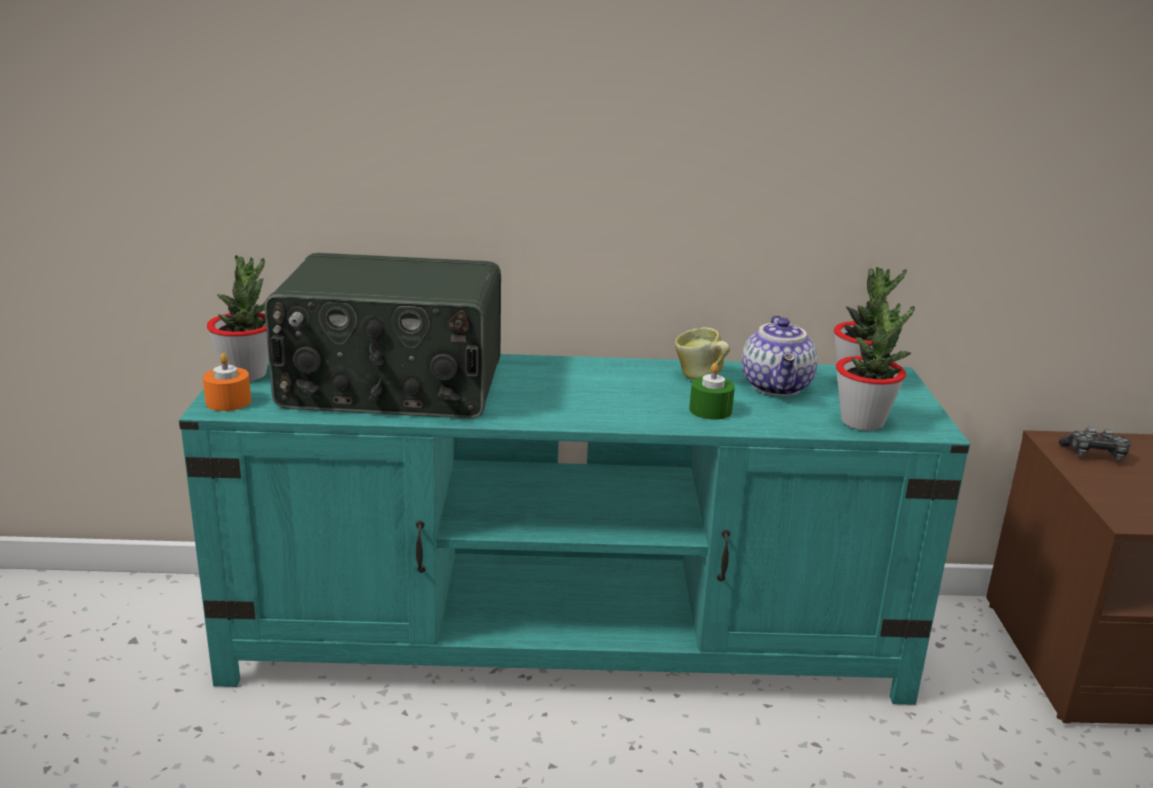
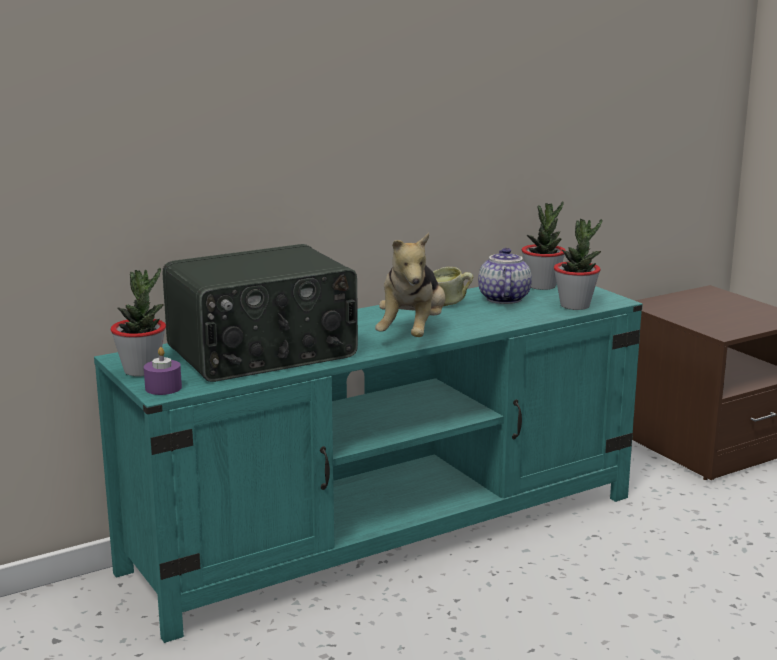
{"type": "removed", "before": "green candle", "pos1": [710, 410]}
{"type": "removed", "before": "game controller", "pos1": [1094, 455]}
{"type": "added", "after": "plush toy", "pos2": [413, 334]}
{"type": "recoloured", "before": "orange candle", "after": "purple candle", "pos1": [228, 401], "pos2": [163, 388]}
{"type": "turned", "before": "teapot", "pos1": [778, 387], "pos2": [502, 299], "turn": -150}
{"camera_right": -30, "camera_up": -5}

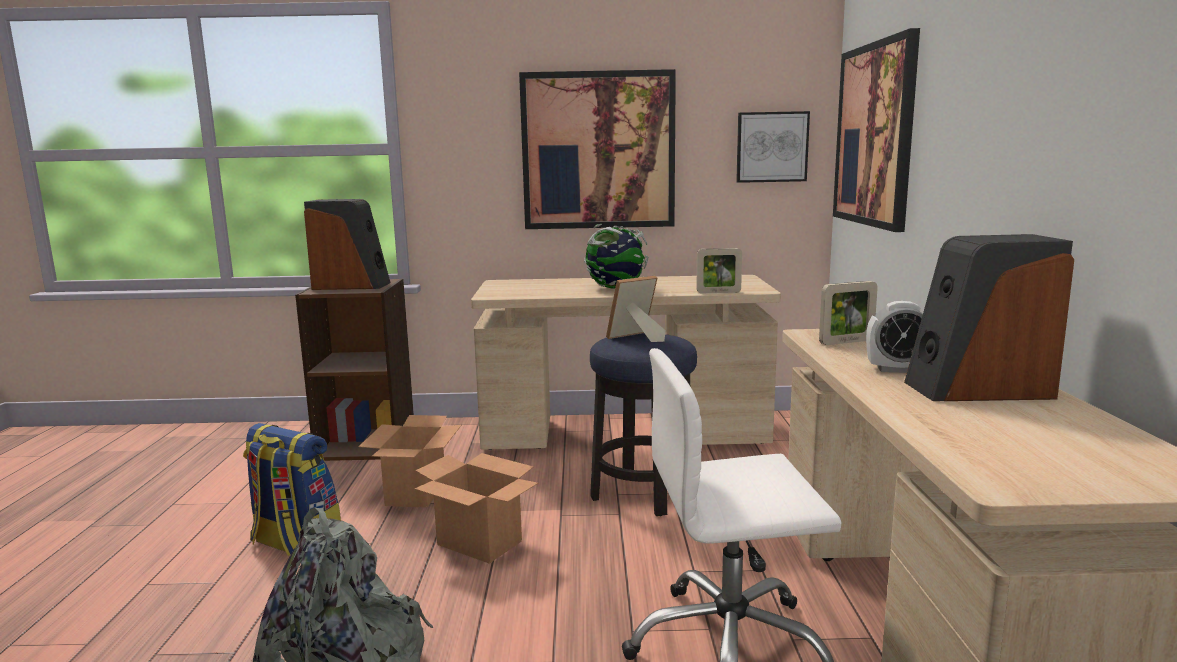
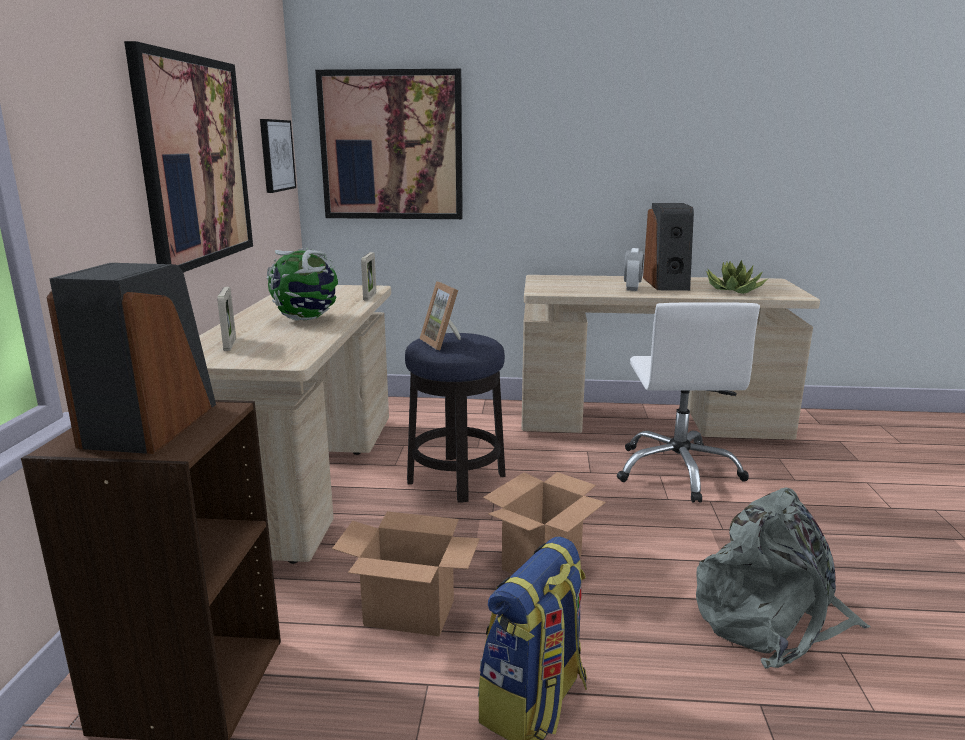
{"type": "added", "after": "potted plant", "pos2": [733, 291]}
{"type": "moved", "before": "picture frame", "pos1": [846, 342], "pos2": [230, 344]}
{"camera_right": -85, "camera_up": 5}

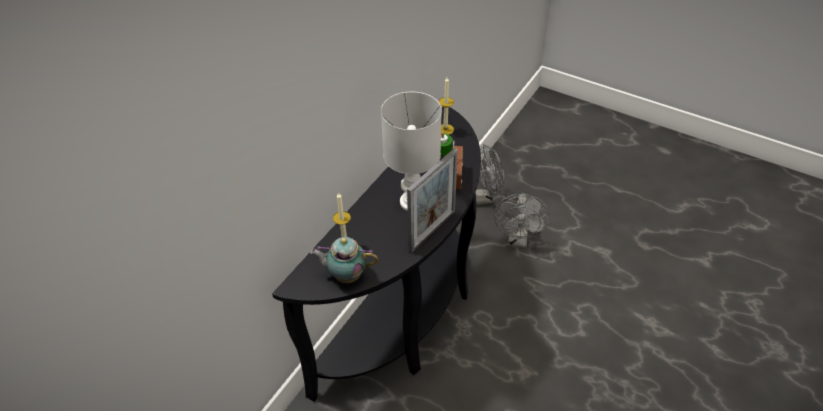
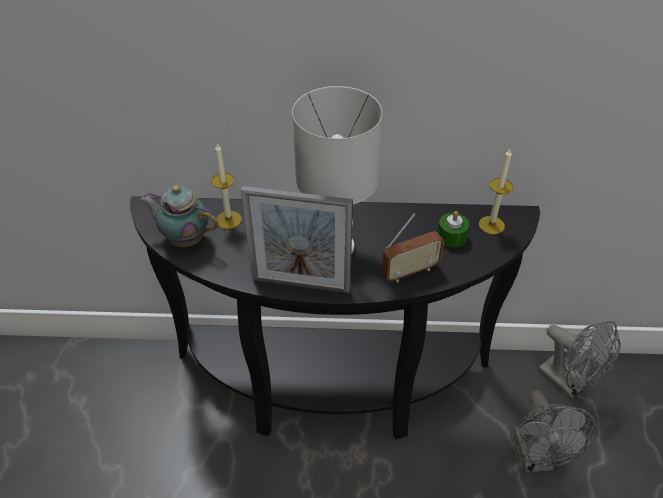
{"type": "turned", "before": "teapot", "pos1": [346, 275], "pos2": [184, 239], "turn": -45}
{"type": "turned", "before": "grey fan", "pos1": [518, 240], "pos2": [535, 458], "turn": -75}
{"camera_right": 60, "camera_up": 0}

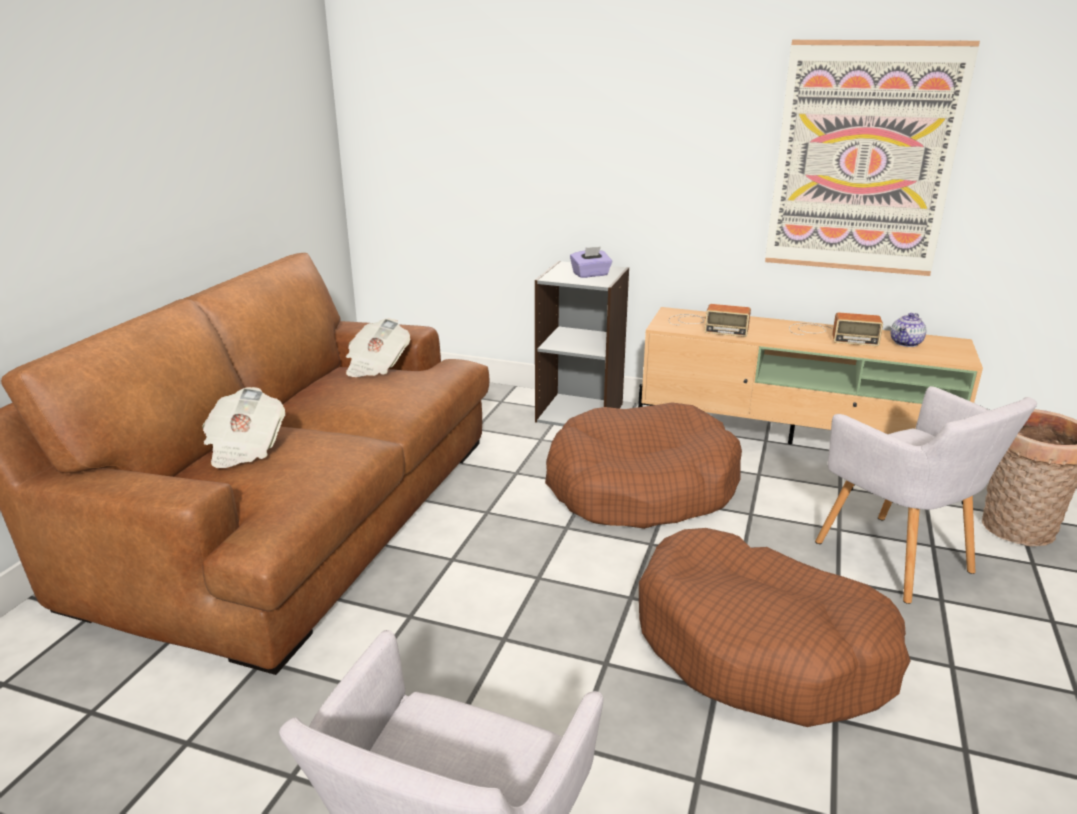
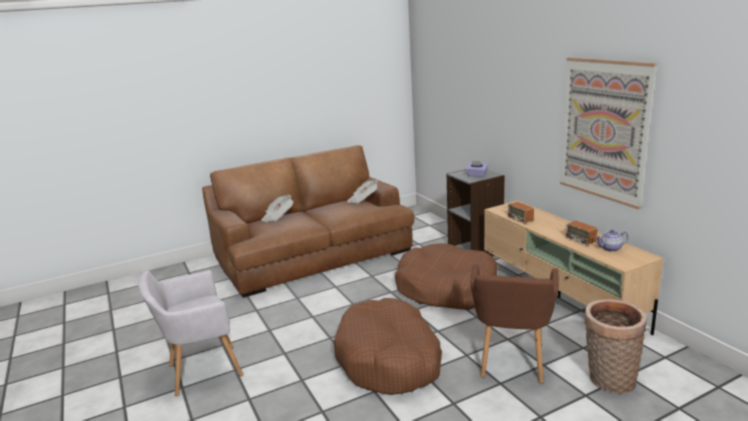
{"type": "recoloured", "before": "grey armchair", "after": "brown armchair", "pos1": [899, 561], "pos2": [511, 362]}
{"camera_right": 45, "camera_up": -5}

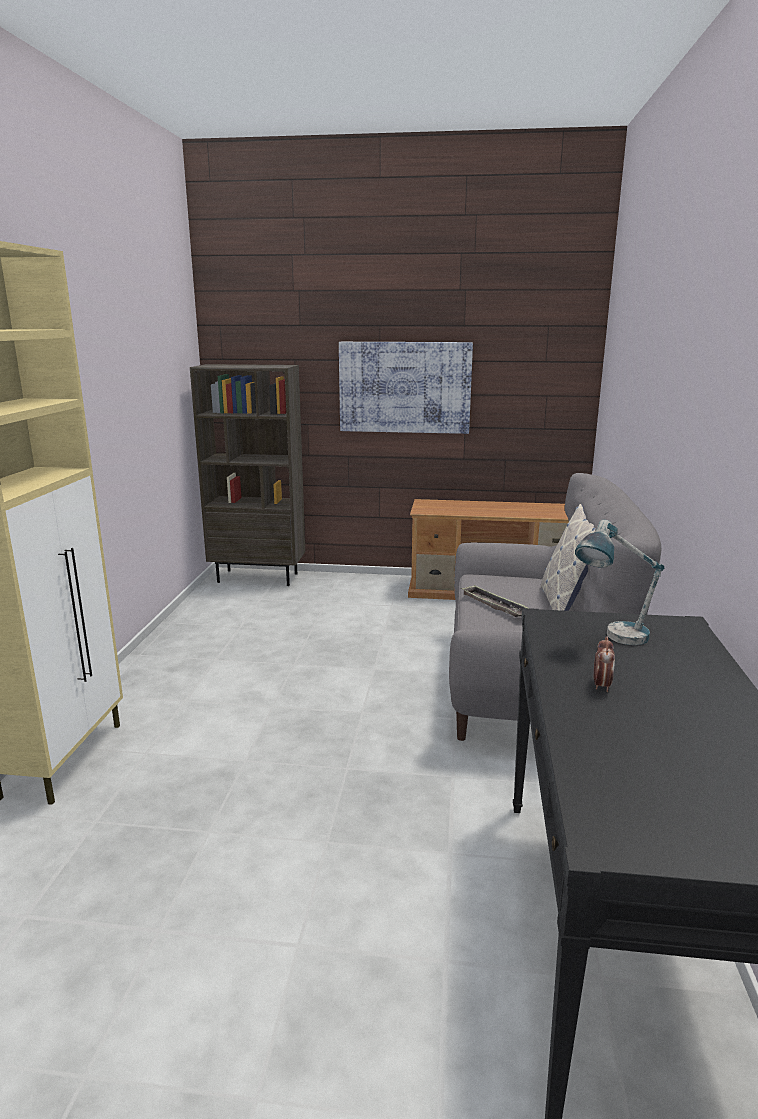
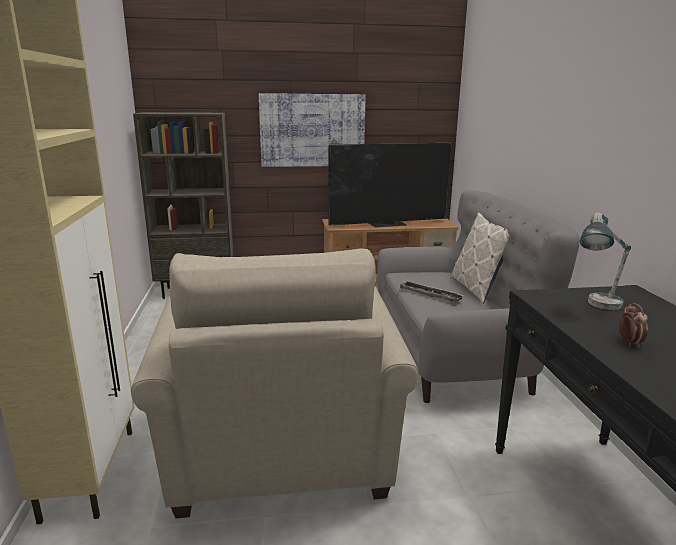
{"type": "added", "after": "beige armchair", "pos2": [280, 458]}
{"type": "added", "after": "television", "pos2": [388, 224]}
{"camera_right": -15, "camera_up": 0}

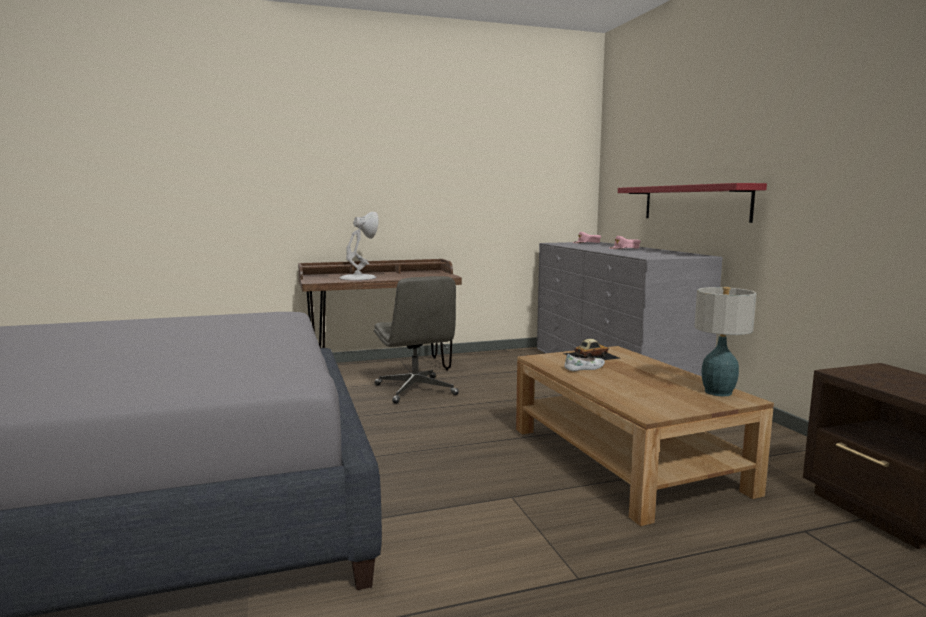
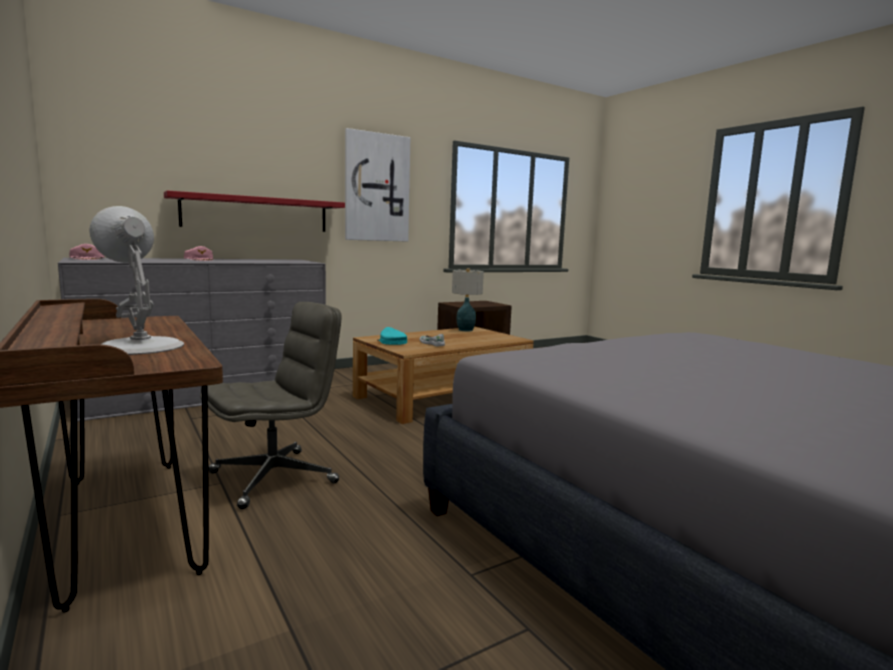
{"type": "added", "after": "picture", "pos2": [377, 187]}
{"type": "replaced", "before": "toy car", "after": "turquoise cap", "pos1": [590, 355], "pos2": [392, 342]}
{"camera_right": -105, "camera_up": 0}

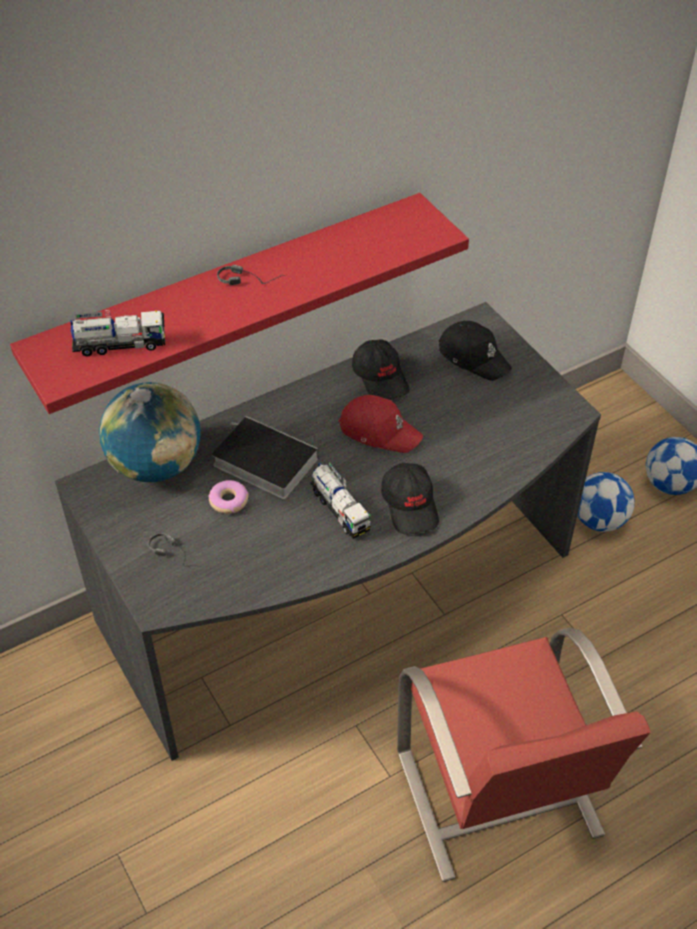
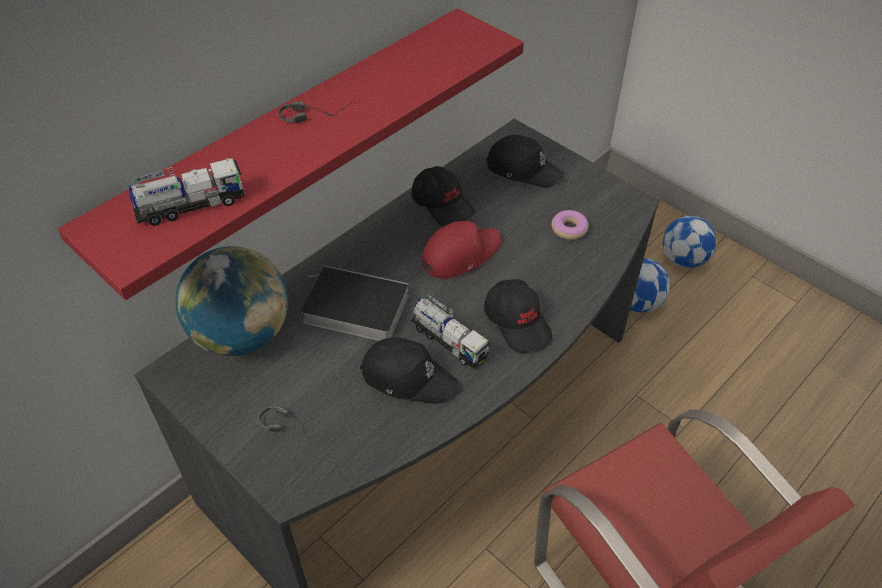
{"type": "added", "after": "black cap", "pos2": [407, 376]}
{"type": "moved", "before": "donut", "pos1": [229, 501], "pos2": [569, 229]}
{"type": "turned", "before": "red cap", "pos1": [379, 430], "pos2": [459, 254], "turn": -45}
{"camera_right": -15, "camera_up": 0}

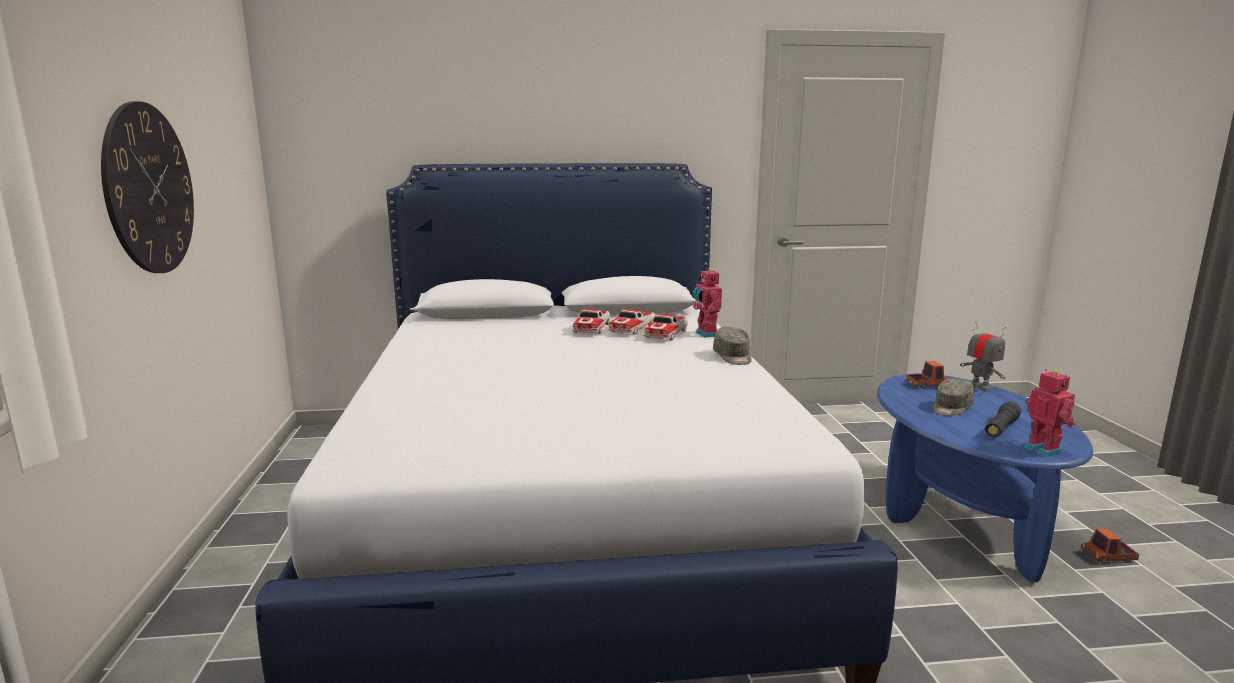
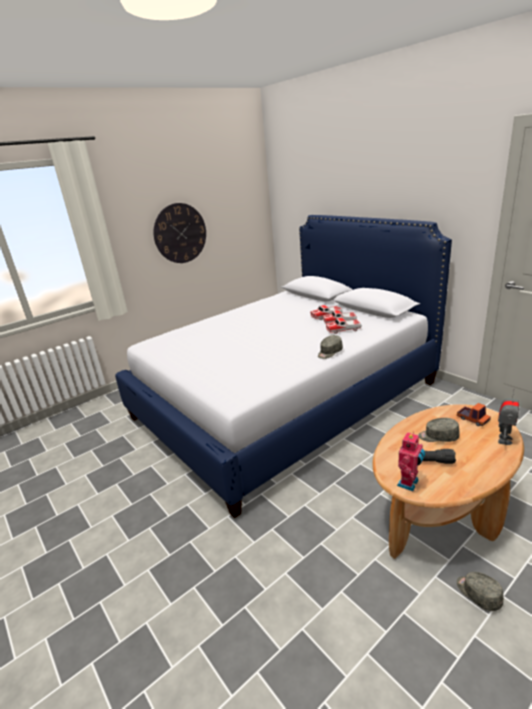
{"type": "removed", "before": "toy robot", "pos1": [706, 334]}
{"type": "replaced", "before": "toy truck", "after": "grey cap", "pos1": [1109, 557], "pos2": [478, 594]}
{"type": "recoloured", "before": "blue coffee table", "after": "brown coffee table", "pos1": [959, 518], "pos2": [441, 510]}
{"camera_right": 60, "camera_up": 10}

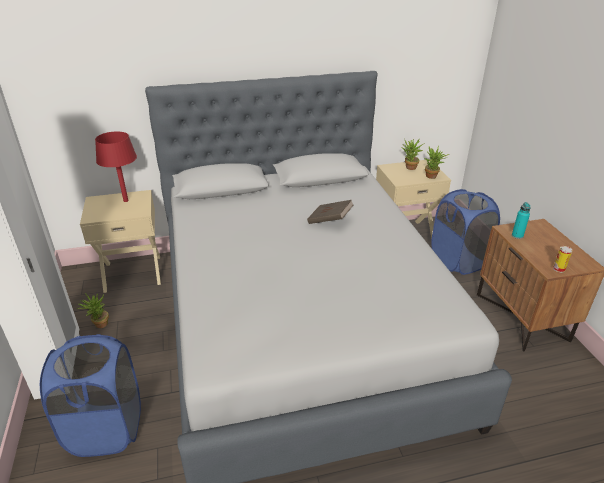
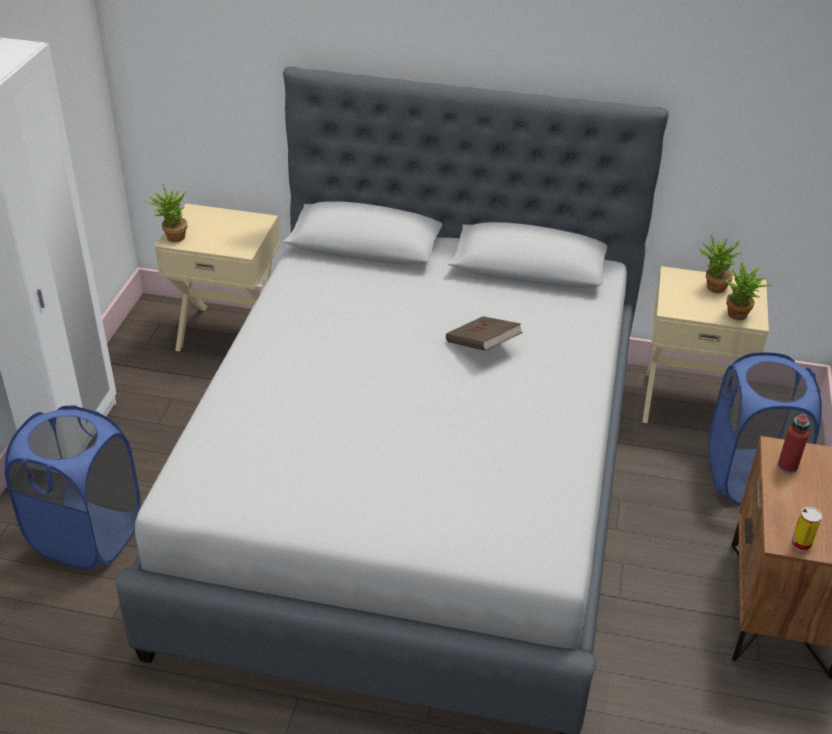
{"type": "removed", "before": "red table lamp", "pos1": [126, 200]}
{"type": "moved", "before": "potted plant", "pos1": [99, 325], "pos2": [172, 237]}
{"type": "recoloured", "before": "turquoise bottle", "after": "red bottle", "pos1": [517, 235], "pos2": [787, 466]}
{"camera_right": 25, "camera_up": 5}

